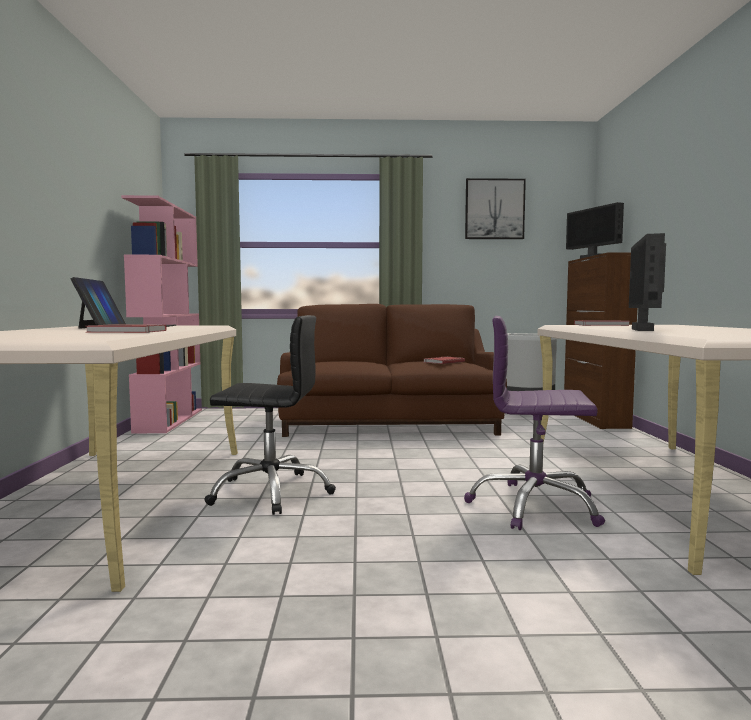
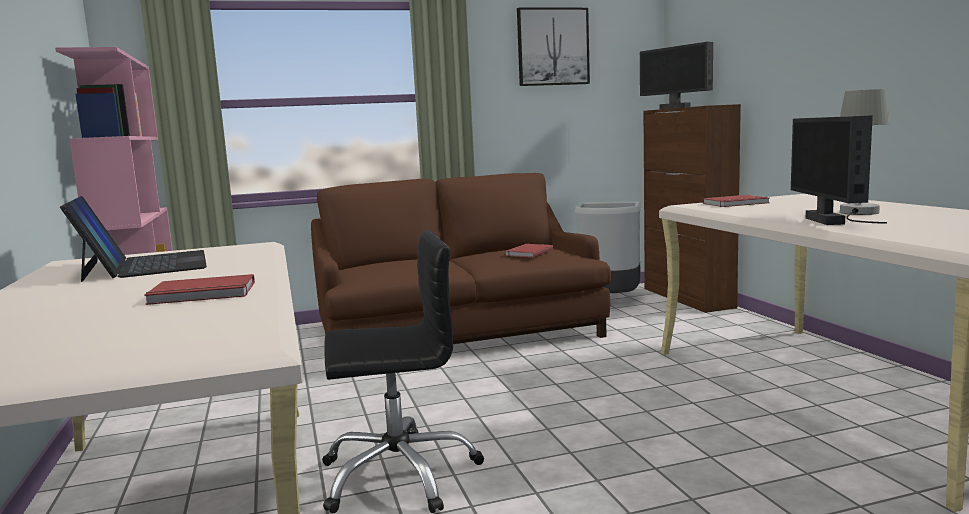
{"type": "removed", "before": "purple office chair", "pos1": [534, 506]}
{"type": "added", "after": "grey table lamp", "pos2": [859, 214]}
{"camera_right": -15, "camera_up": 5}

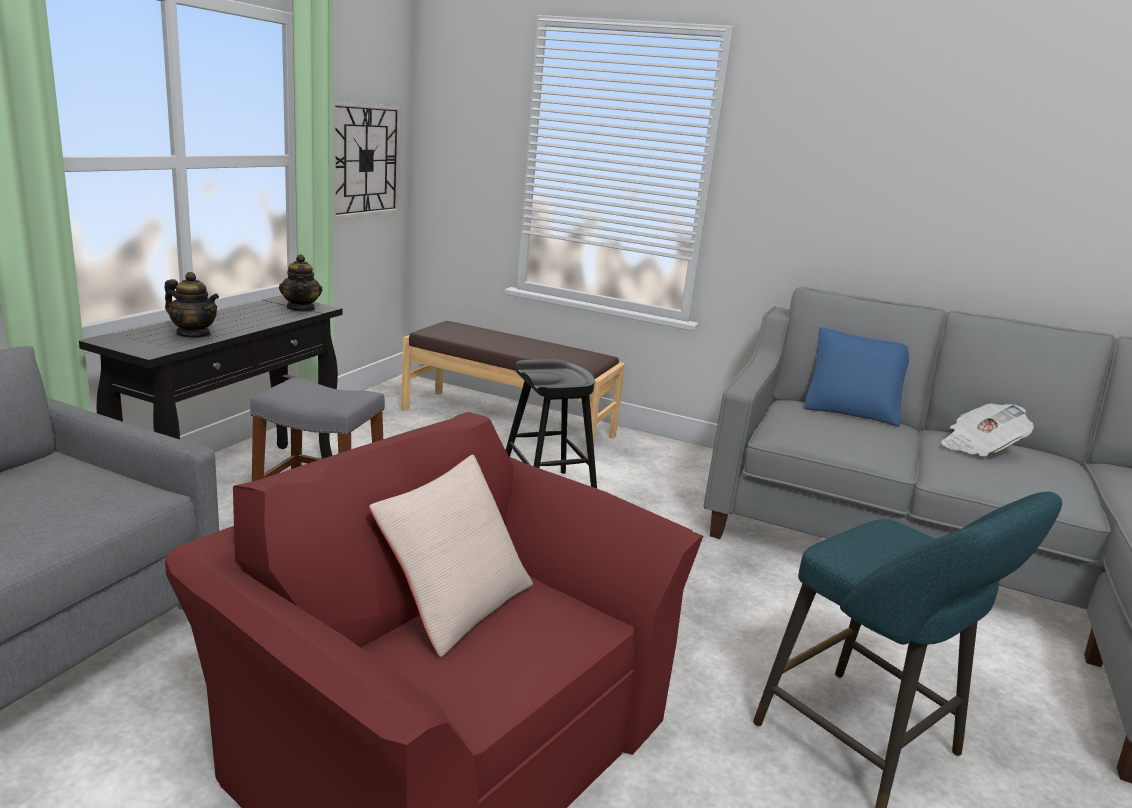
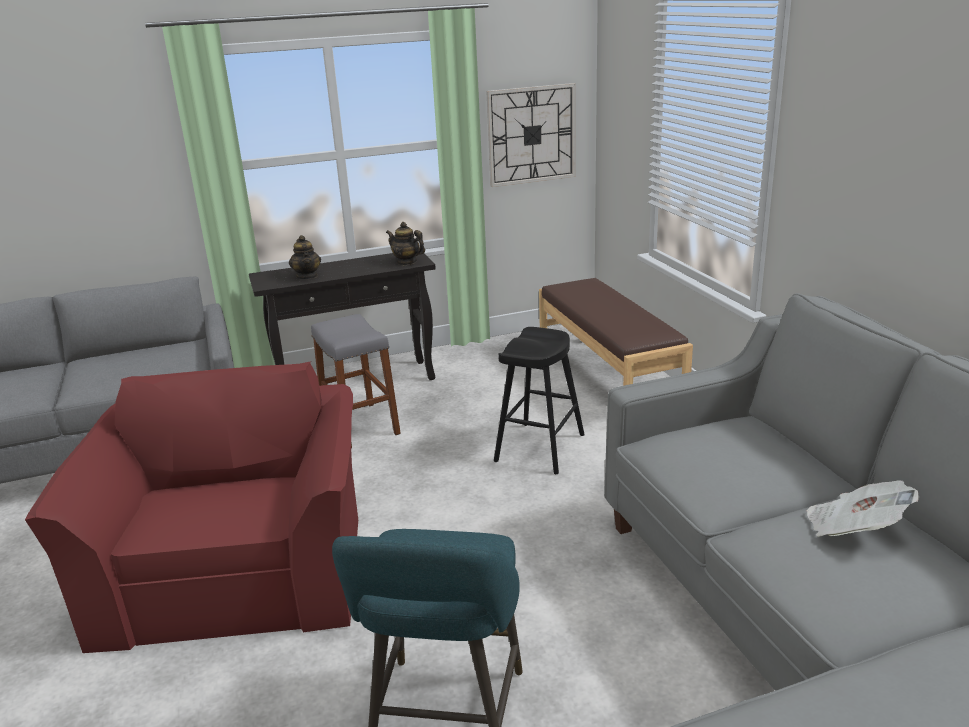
{"type": "removed", "before": "beige pillow", "pos1": [454, 602]}
{"type": "removed", "before": "blue pillow", "pos1": [850, 410]}
{"type": "turned", "before": "teapot", "pos1": [301, 308], "pos2": [406, 262], "turn": 90}
{"camera_right": 50, "camera_up": 5}

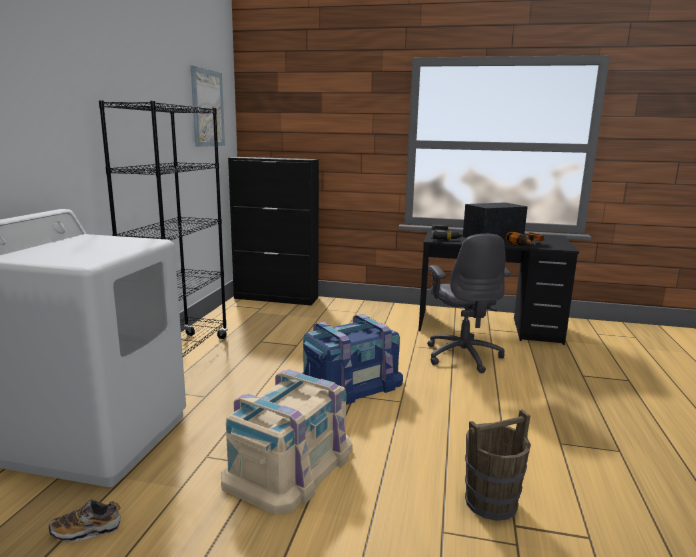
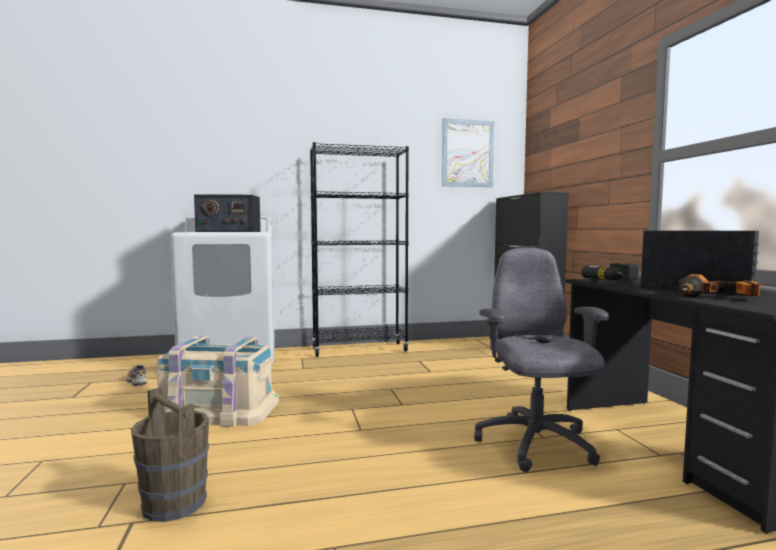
{"type": "removed", "before": "blue storage box", "pos1": [350, 382]}
{"type": "added", "after": "radio", "pos2": [228, 231]}
{"type": "turned", "before": "grey office chair", "pos1": [462, 355], "pos2": [535, 445], "turn": 120}
{"camera_right": 65, "camera_up": -10}

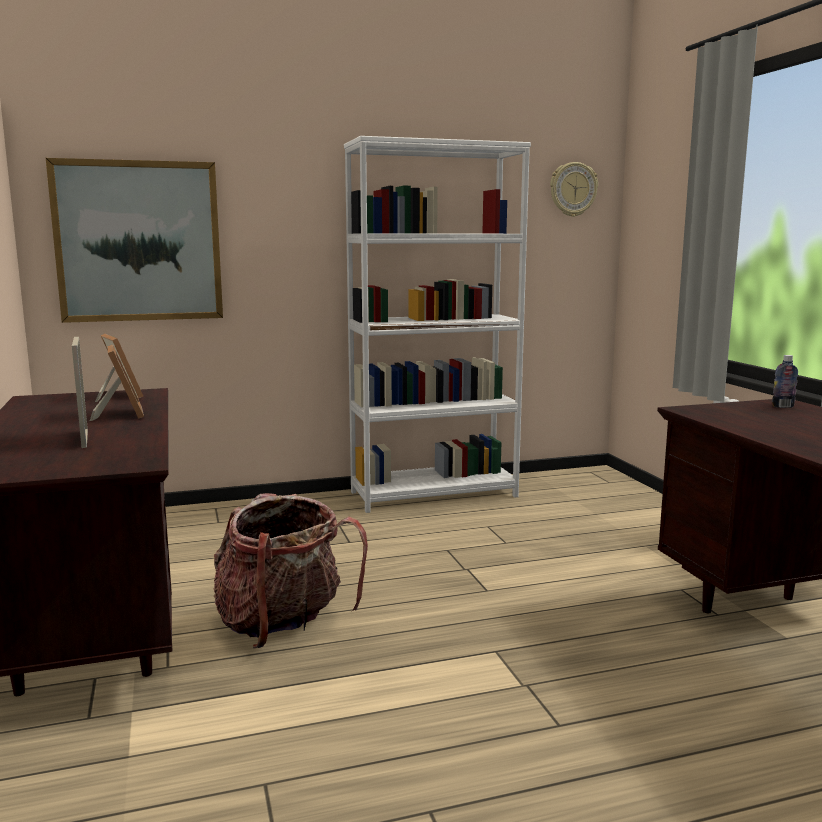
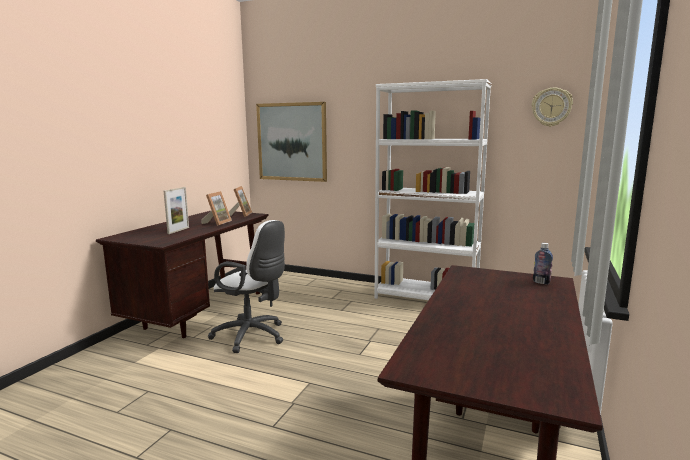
{"type": "replaced", "before": "backpack", "after": "white office chair", "pos1": [283, 625], "pos2": [253, 336]}
{"camera_right": 40, "camera_up": 0}

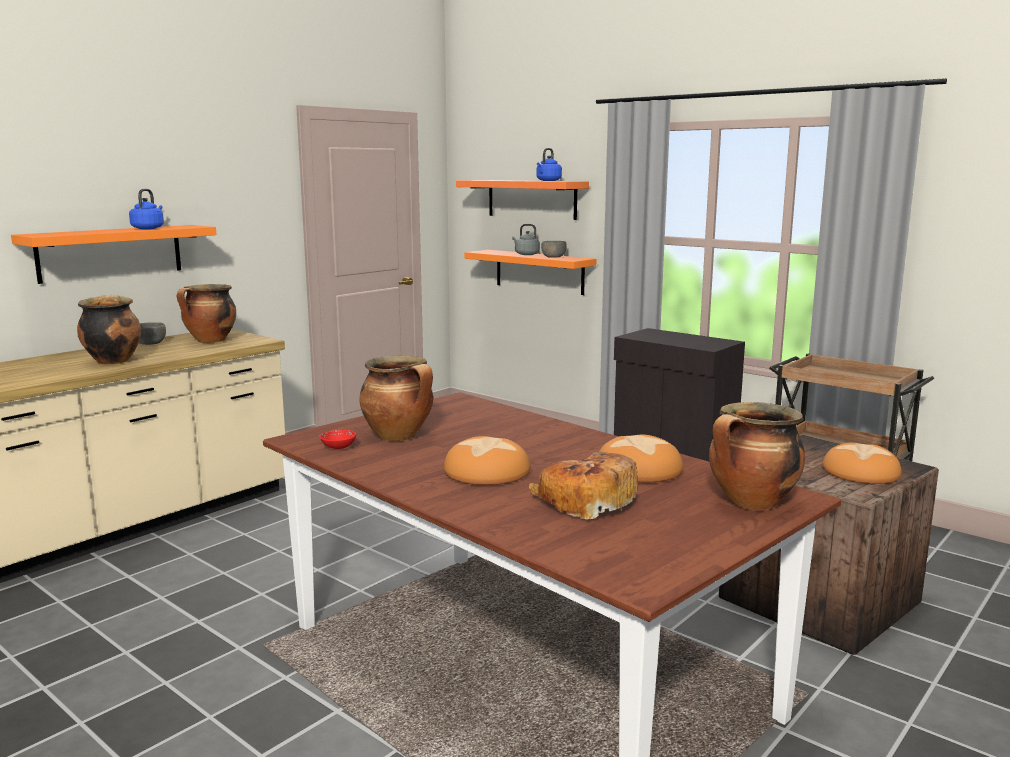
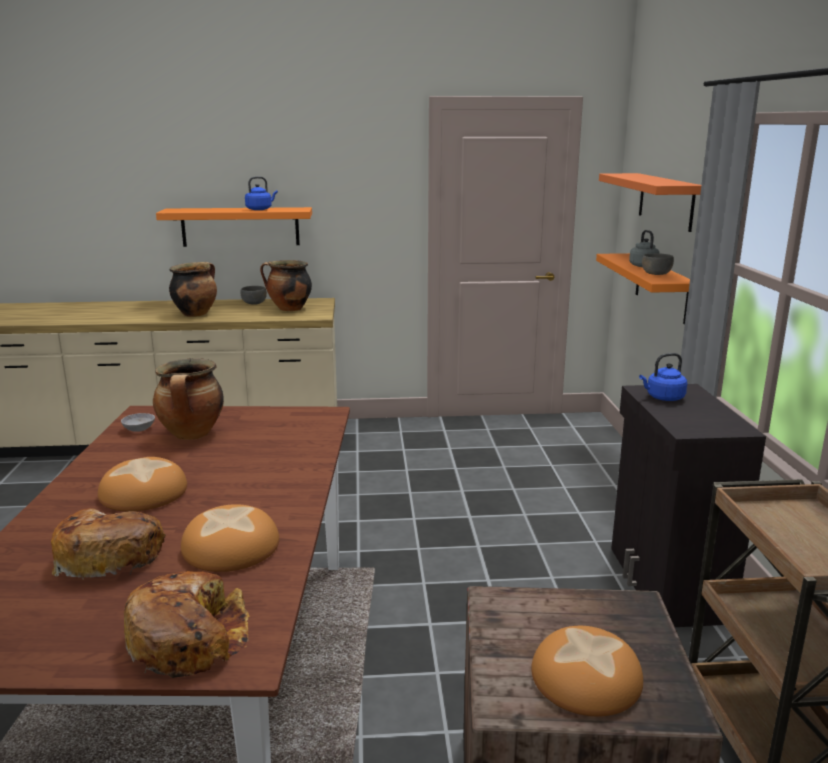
{"type": "moved", "before": "blue kettle", "pos1": [548, 180], "pos2": [663, 398]}
{"type": "replaced", "before": "cooking pot", "after": "bread", "pos1": [751, 504], "pos2": [189, 638]}
{"type": "recoloured", "before": "red bowl", "after": "grey bowl", "pos1": [338, 447], "pos2": [139, 429]}
{"camera_right": 45, "camera_up": 5}

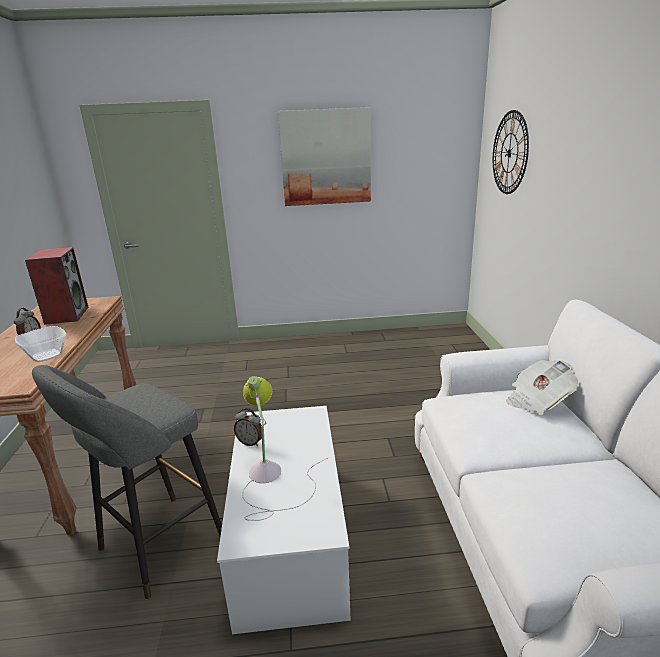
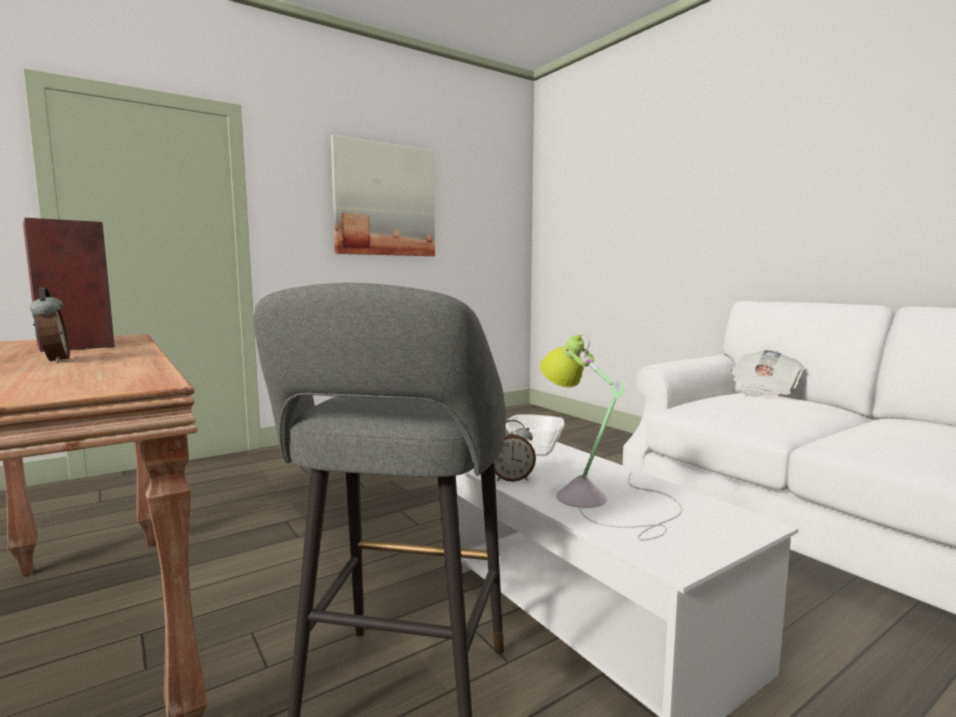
{"type": "removed", "before": "wall clock", "pos1": [509, 153]}
{"type": "moved", "before": "bowl", "pos1": [47, 355], "pos2": [535, 450]}
{"camera_right": -30, "camera_up": -15}

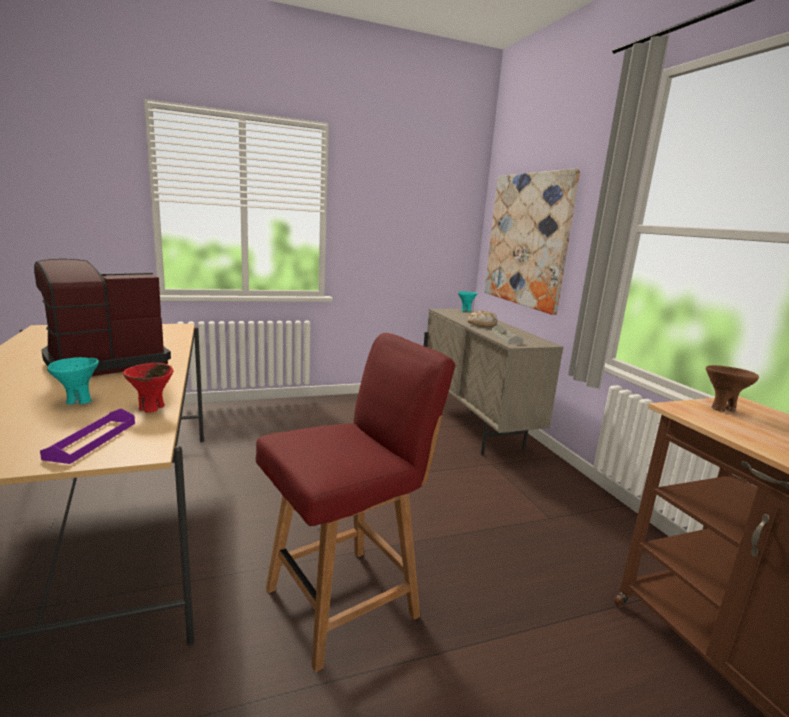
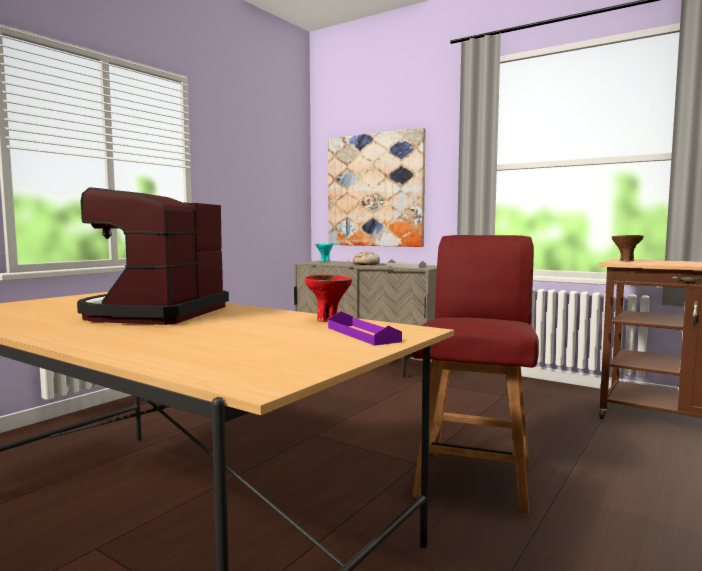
{"type": "removed", "before": "turquoise bowl", "pos1": [78, 401]}
{"camera_right": -35, "camera_up": -10}

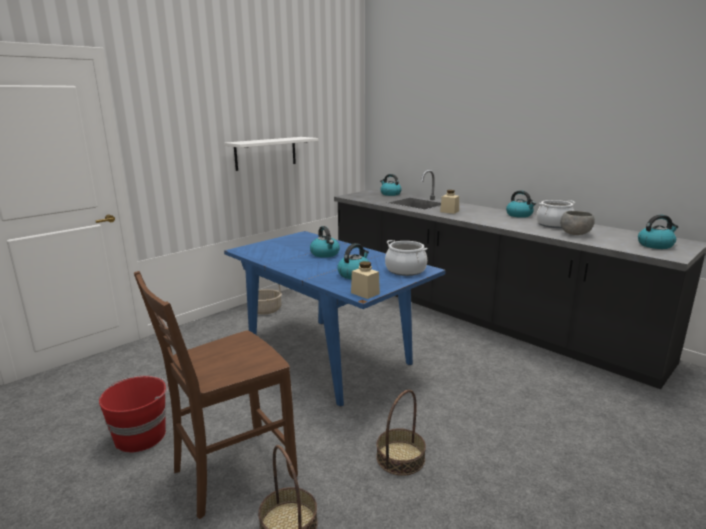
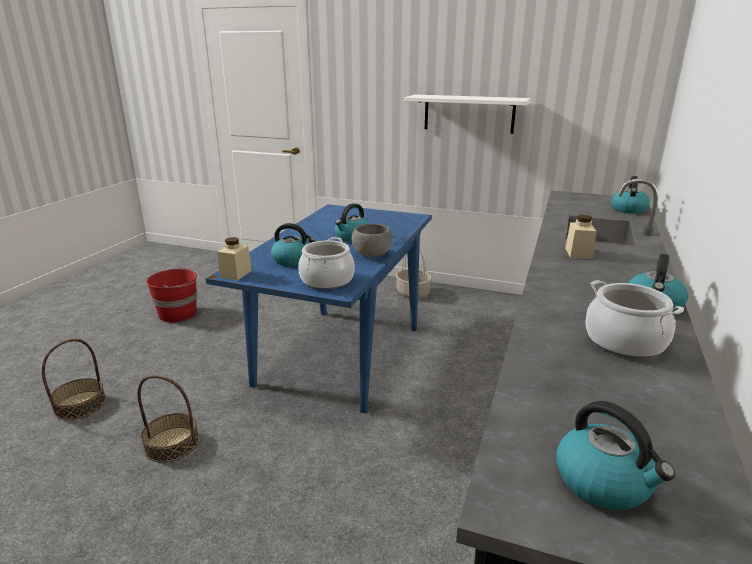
{"type": "removed", "before": "brown chair", "pos1": [231, 472]}
{"type": "moved", "before": "grey bowl", "pos1": [575, 234], "pos2": [371, 255]}
{"camera_right": 65, "camera_up": 5}

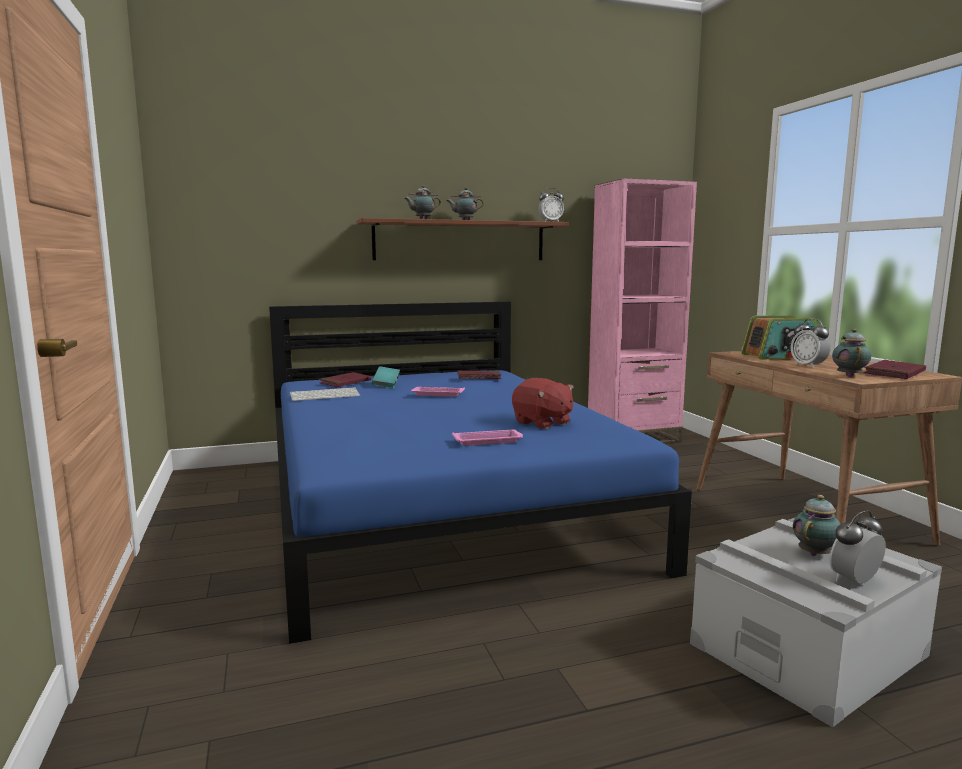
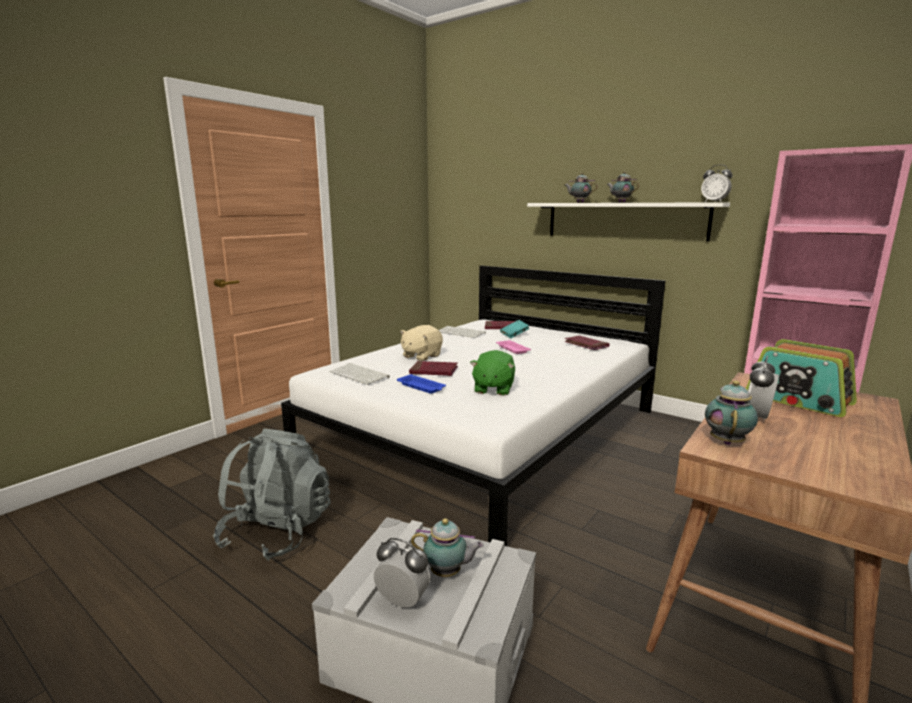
{"type": "added", "after": "grey backpack", "pos2": [277, 532]}
{"type": "added", "after": "keyboard", "pos2": [360, 374]}
{"type": "added", "after": "beige plush toy", "pos2": [421, 356]}
{"type": "moved", "before": "red book", "pos1": [894, 373], "pos2": [433, 371]}
{"type": "recoloured", "before": "blue bed", "after": "white bed", "pos1": [439, 506], "pos2": [488, 432]}
{"type": "recoloured", "before": "brown shelf", "after": "white shelf", "pos1": [460, 241], "pos2": [624, 220]}
{"type": "recoloured", "before": "pink tray", "after": "blue tray", "pos1": [488, 441], "pos2": [421, 387]}
{"type": "recoloured", "before": "red plush toy", "after": "green plush toy", "pos1": [542, 423], "pos2": [493, 389]}
{"type": "turned", "before": "teapot", "pos1": [849, 376], "pos2": [727, 441], "turn": -45}
{"camera_right": 55, "camera_up": 5}

